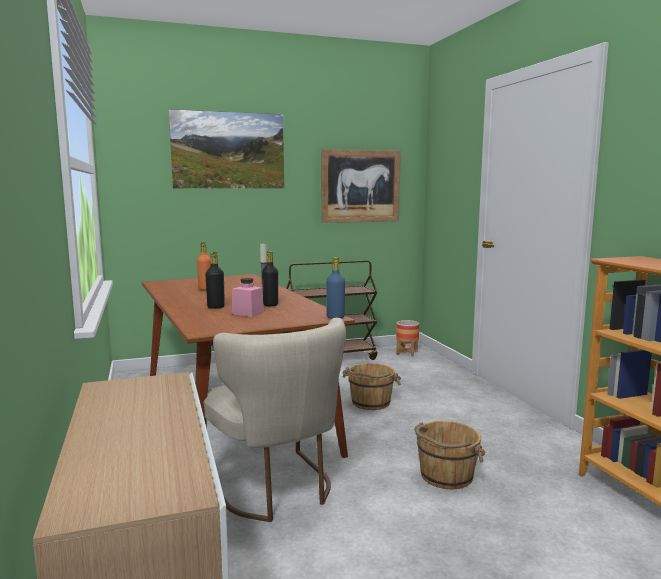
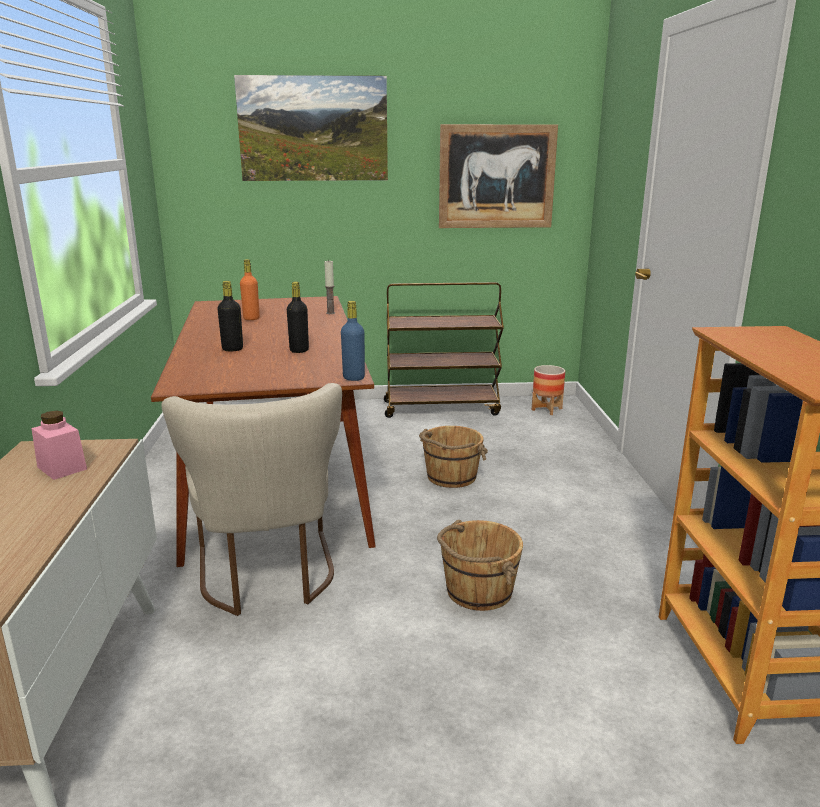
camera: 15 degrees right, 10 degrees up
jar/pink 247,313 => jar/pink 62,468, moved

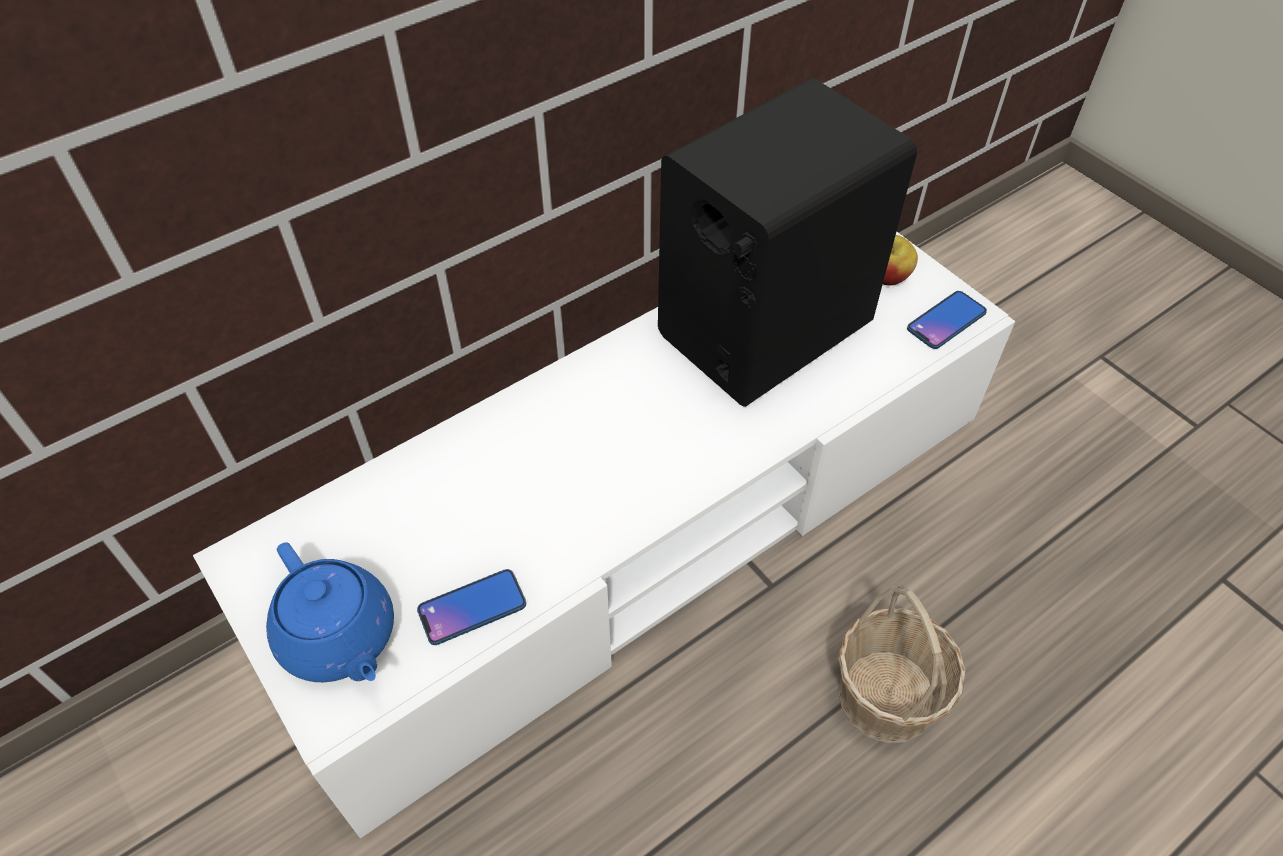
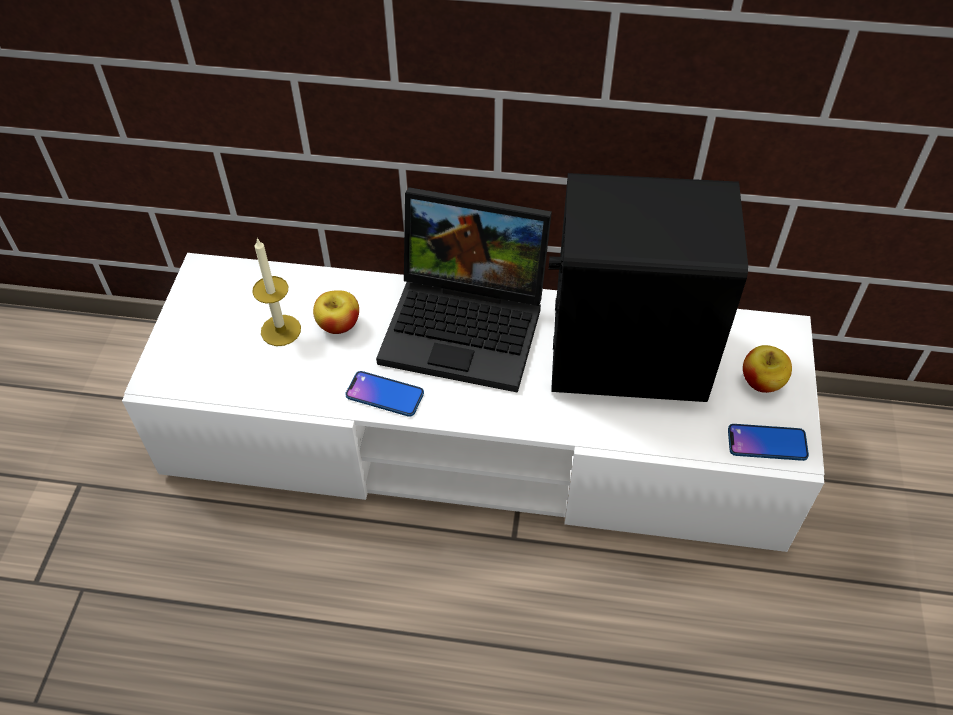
camera: 45 degrees right, 0 degrees up
teapot/blue 339,638 => nothing
phone 472,607 => phone 385,394, moved
basket 886,695 => nothing
nothing => candle 281,330
nothing => apple 338,325
nothing => laptop 469,324

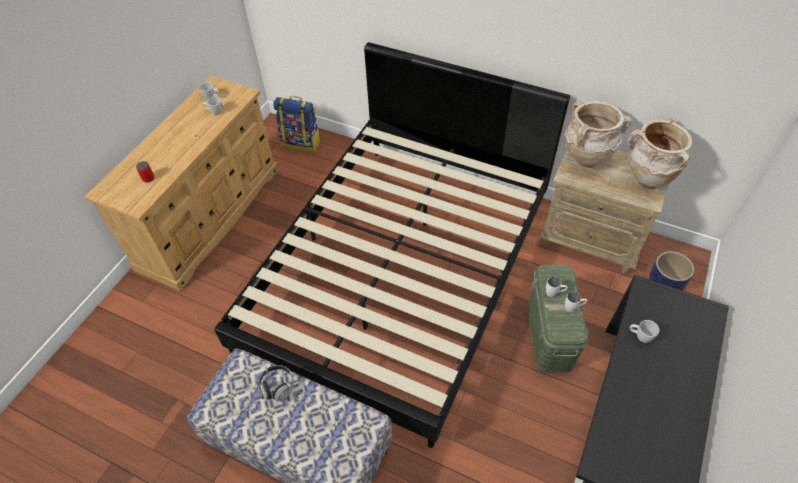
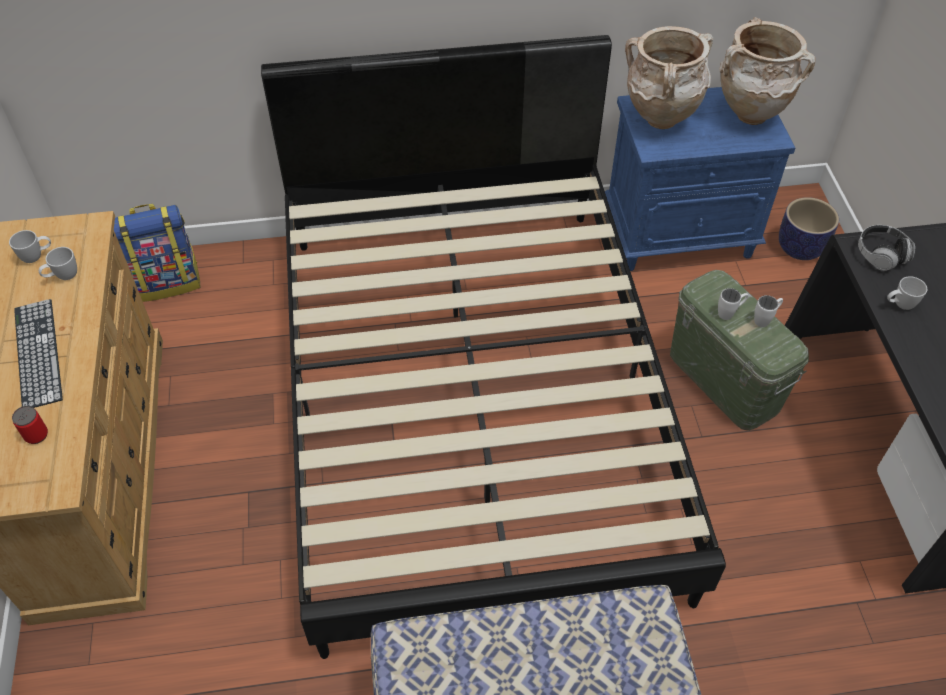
camera: 35 degrees left, 0 degrees up
headphones 277,387 => headphones 881,255, moved
nightstand/beige 591,240 => nightstand/blue 680,234
nothing => keyboard 37,353

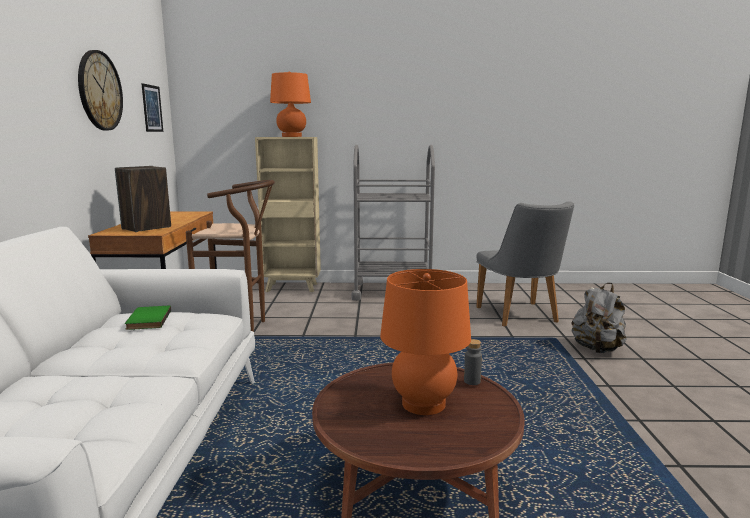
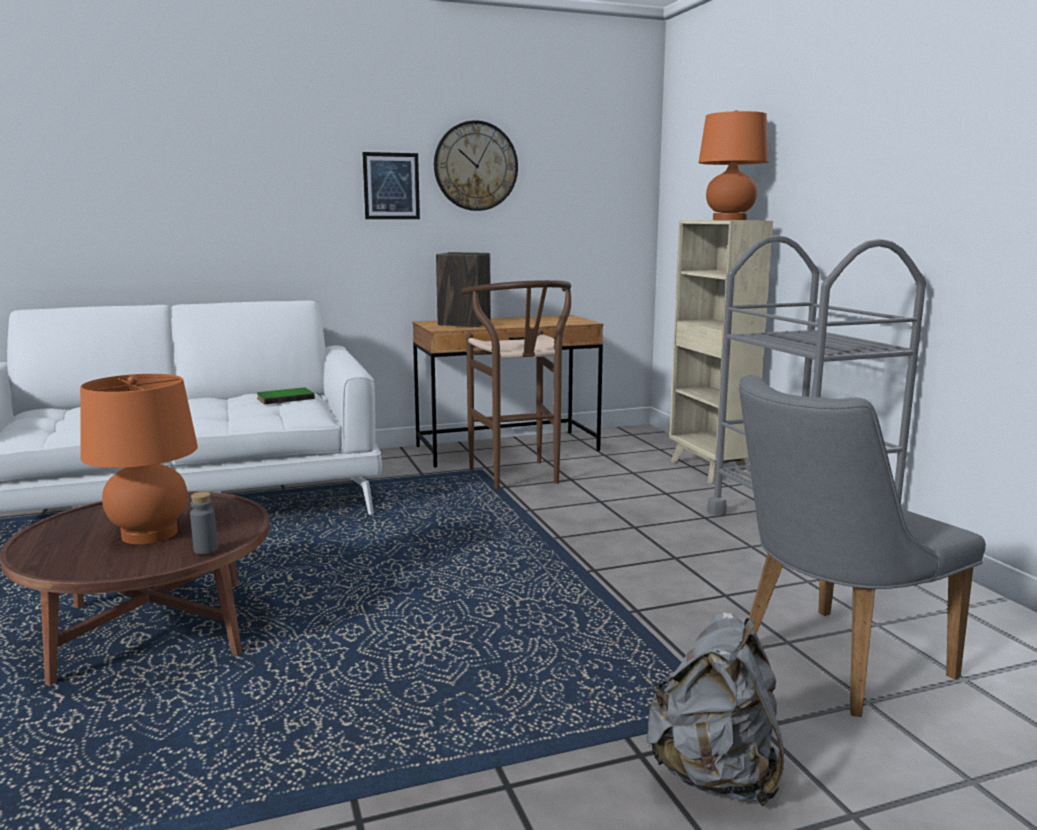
camera: 70 degrees right, 0 degrees up
picture 152,108 => picture 391,186, moved

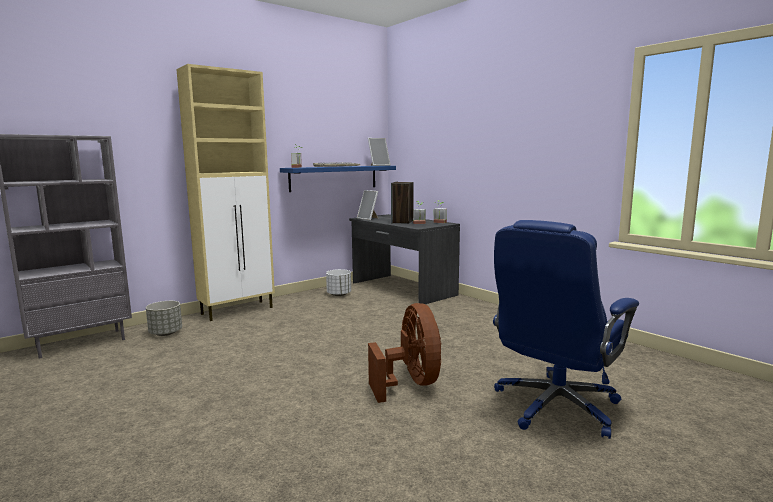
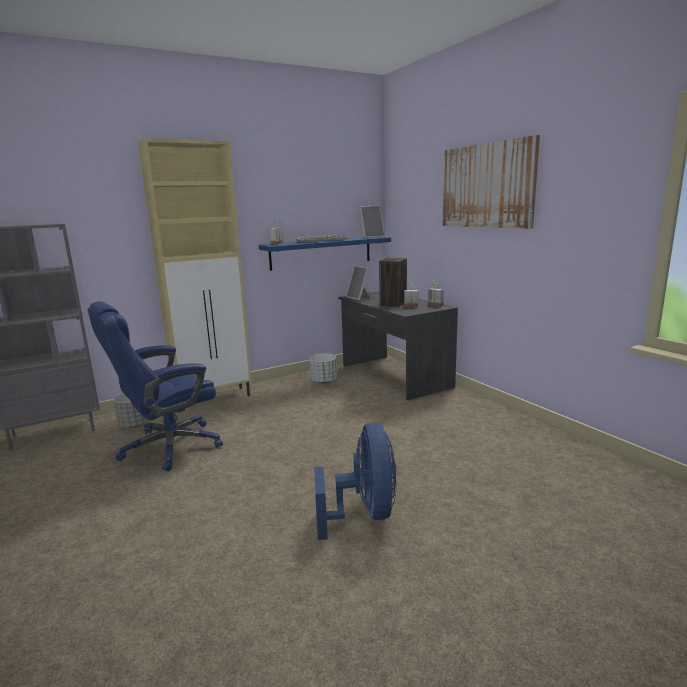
camera: 10 degrees right, 5 degrees up
fan/brown 411,384 => fan/blue 364,513
office chair/blue 555,407 => office chair/blue 169,447, moved
nothing => picture 486,186

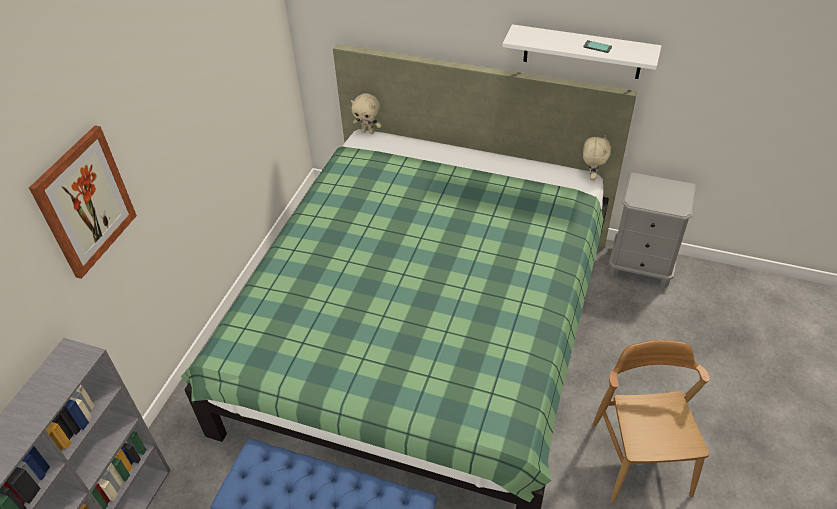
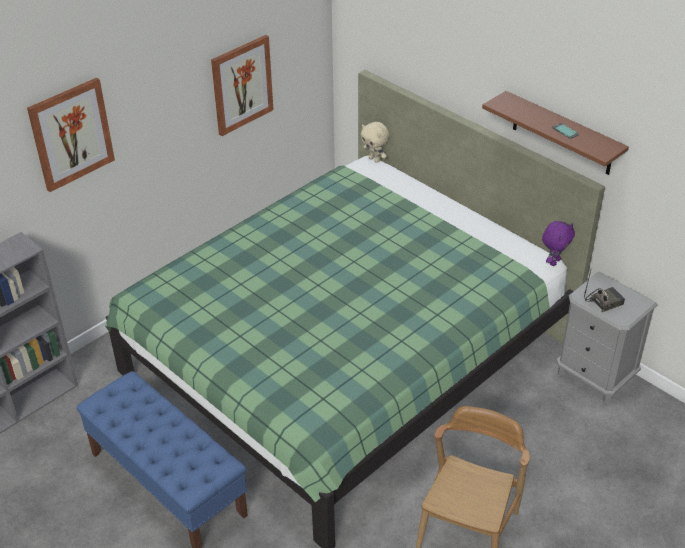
camera: 25 degrees right, 5 degrees down
shelf/white 582,52 => shelf/brown 562,134
plush toy/beige 591,176 => plush toy/purple 554,261
nothing => picture 241,85
nothing => radio 604,301

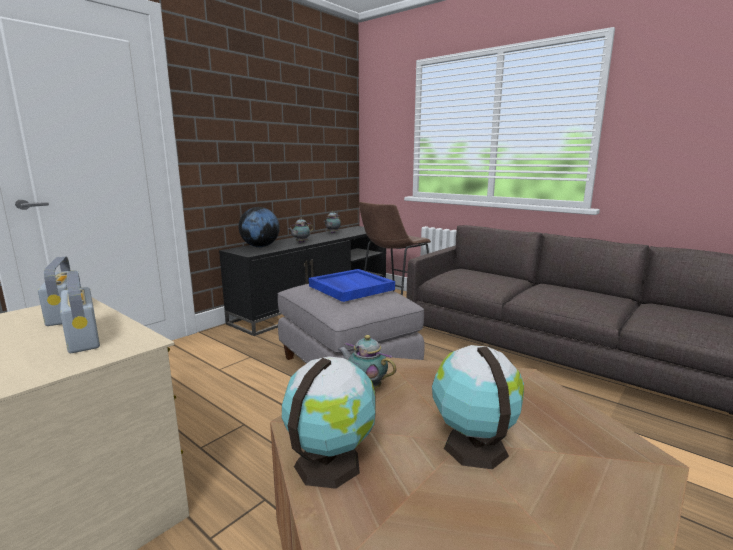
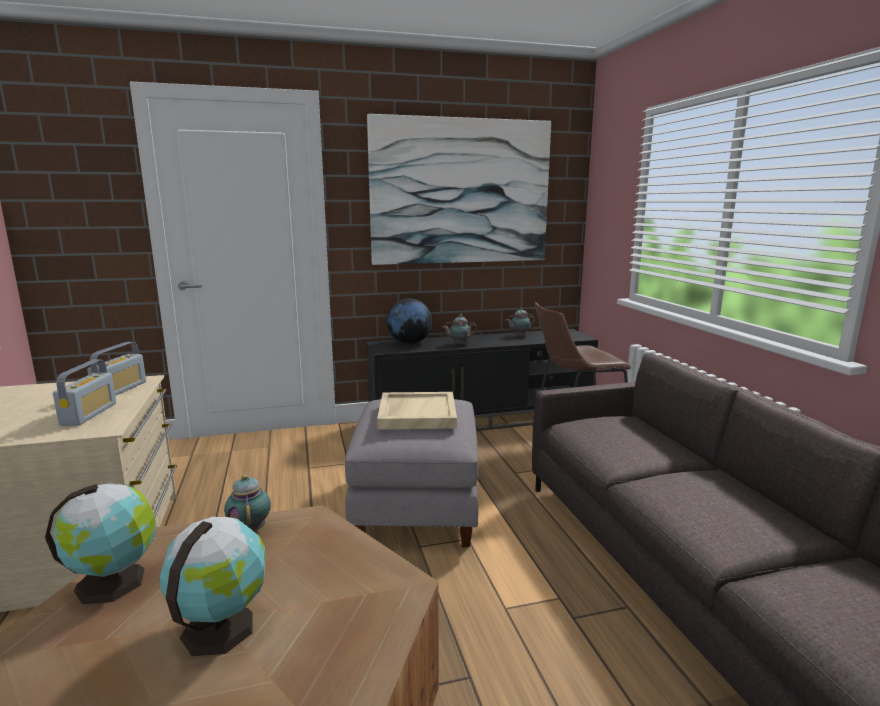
camera: 35 degrees right, 0 degrees up
tray/blue 350,288 => tray/beige 416,414
nothing => picture 461,192

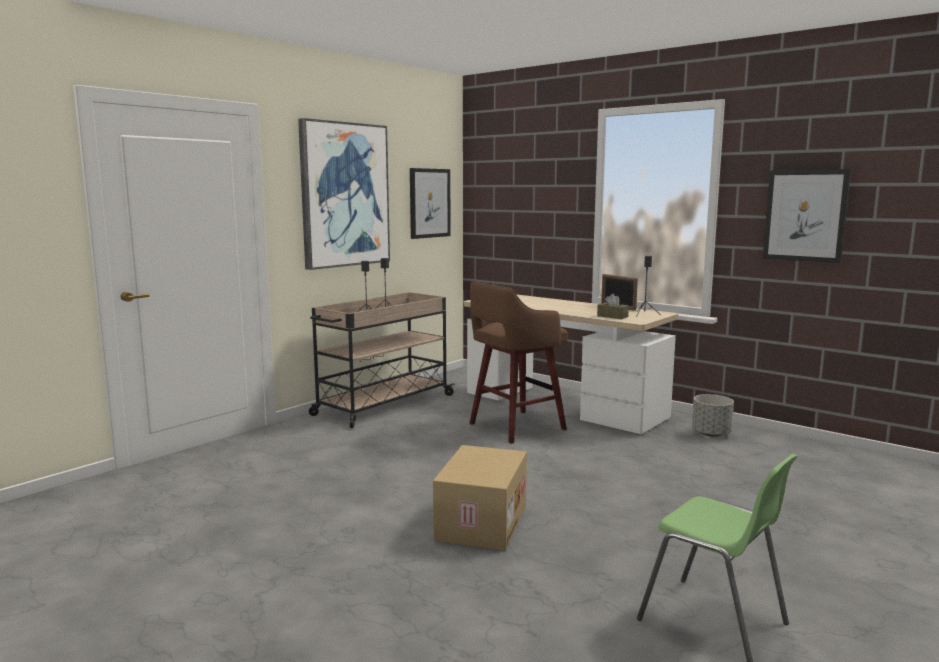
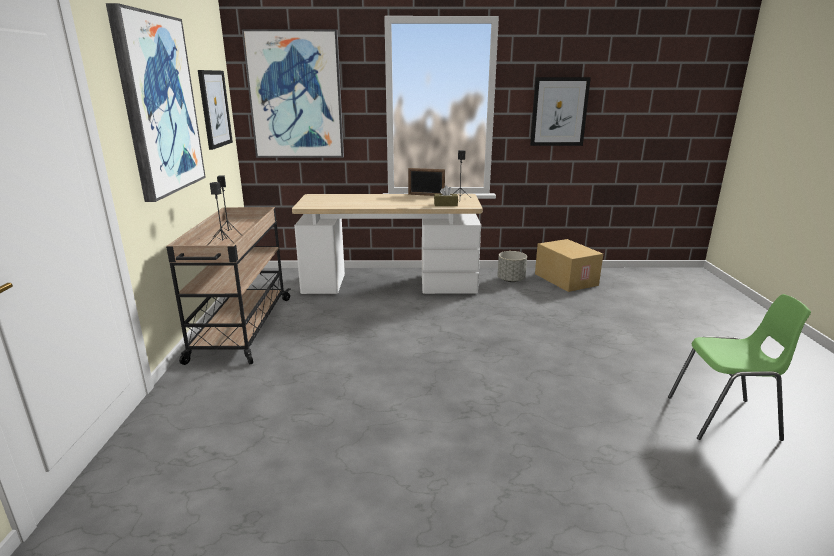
camera: 40 degrees left, 10 degrees up
cardboard box 480,522 => cardboard box 564,279, moved
stool/brown 514,427 => nothing
nothing => picture 296,95

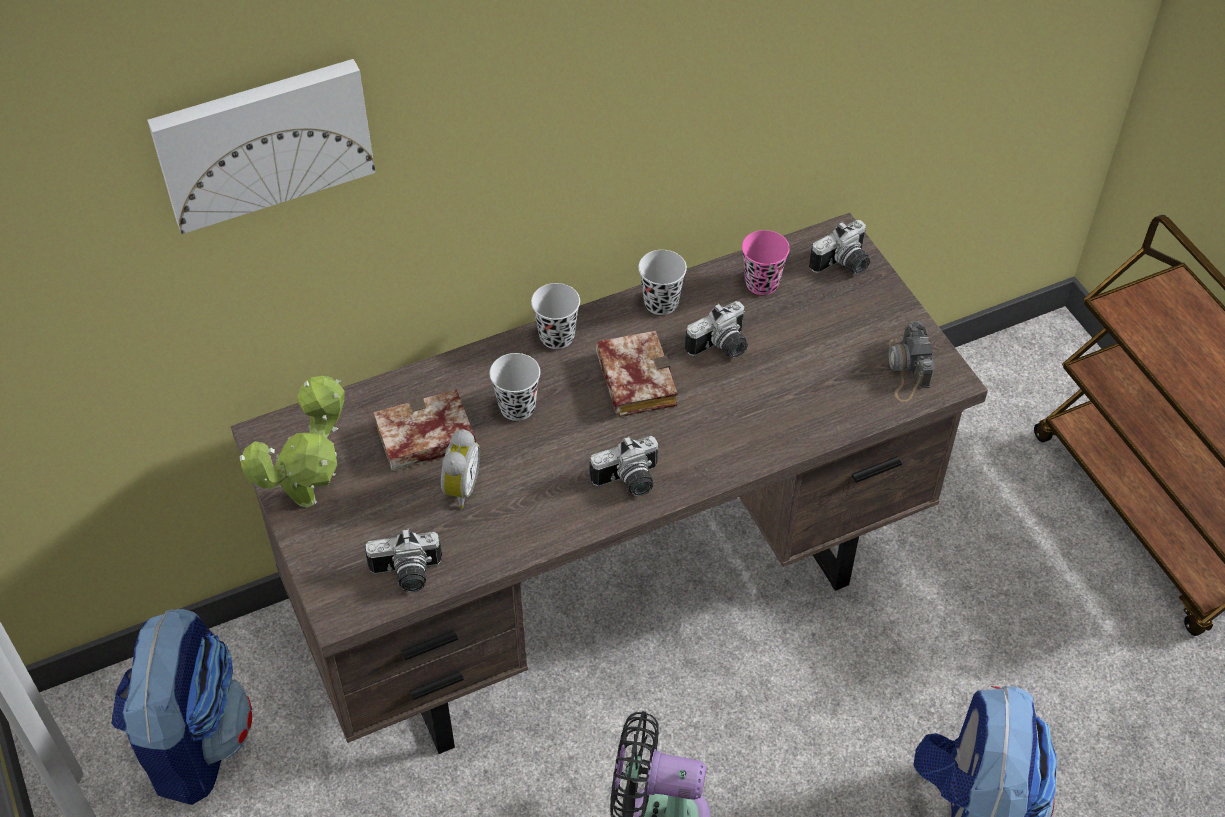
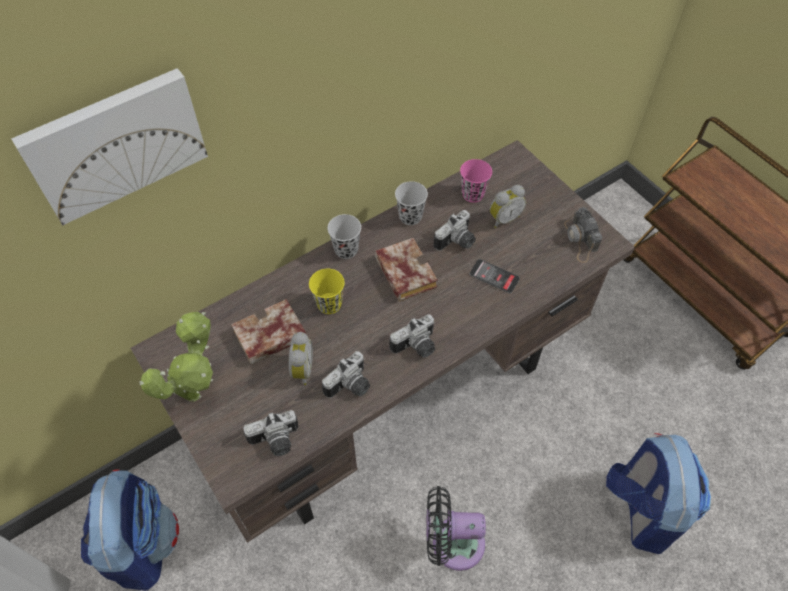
camera: 10 degrees left, 5 degrees up
cup/black 517,407 => cup/yellow 329,304
photo camera 843,265 => photo camera 351,387, moved
nothing => phone 494,276
nothing => alarm clock 503,218

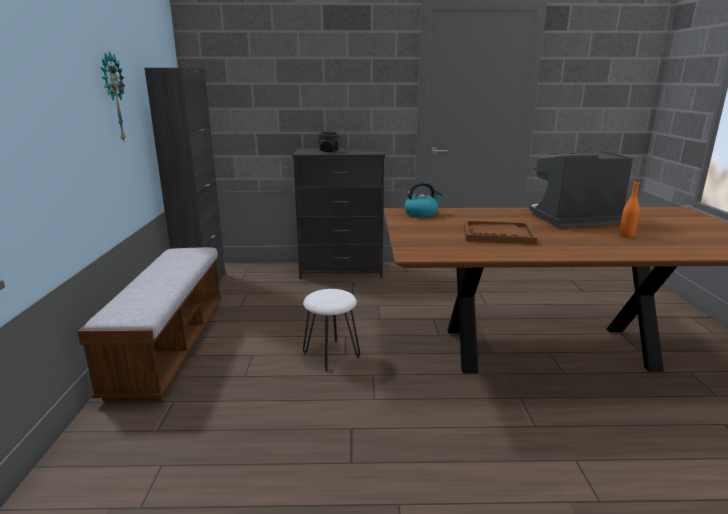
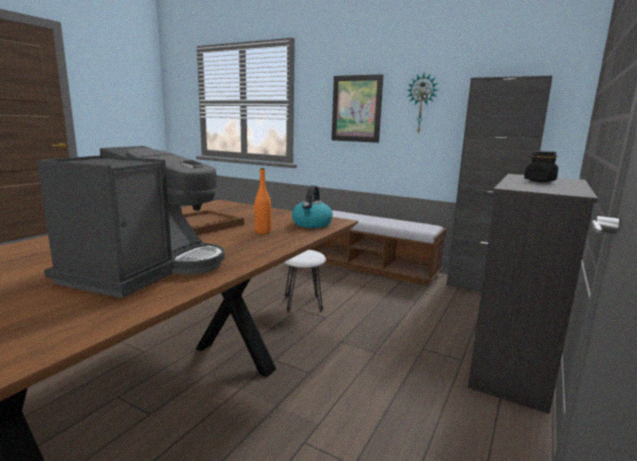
camera: 120 degrees right, 5 degrees down
bottle/orange 626,235 => bottle/orange 262,232, moved
nothing => picture 356,109

